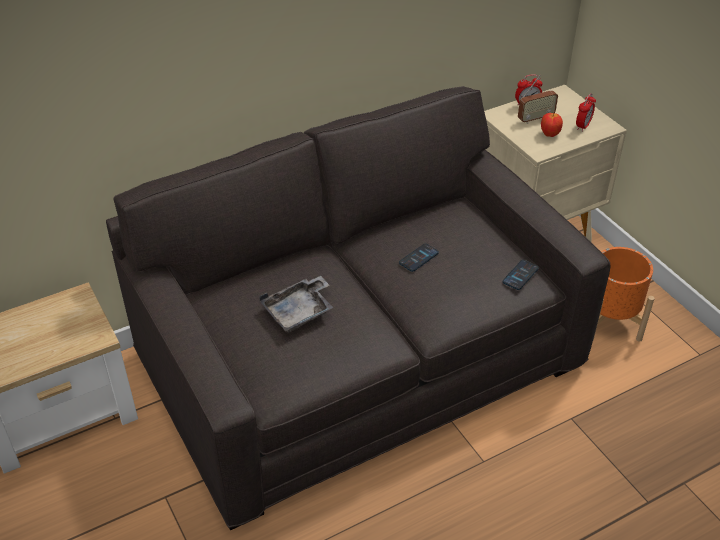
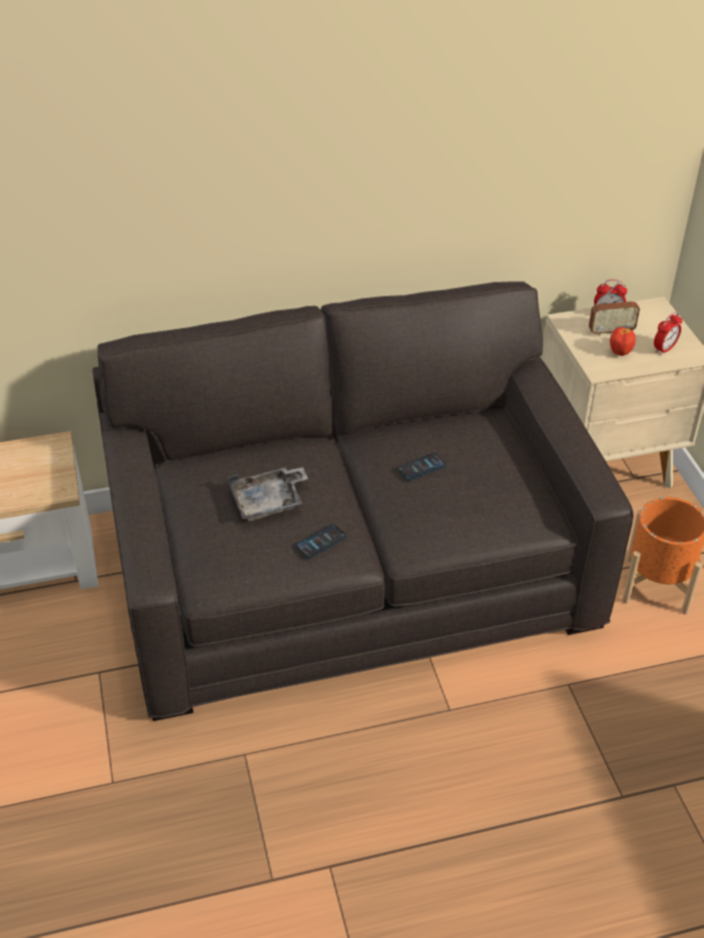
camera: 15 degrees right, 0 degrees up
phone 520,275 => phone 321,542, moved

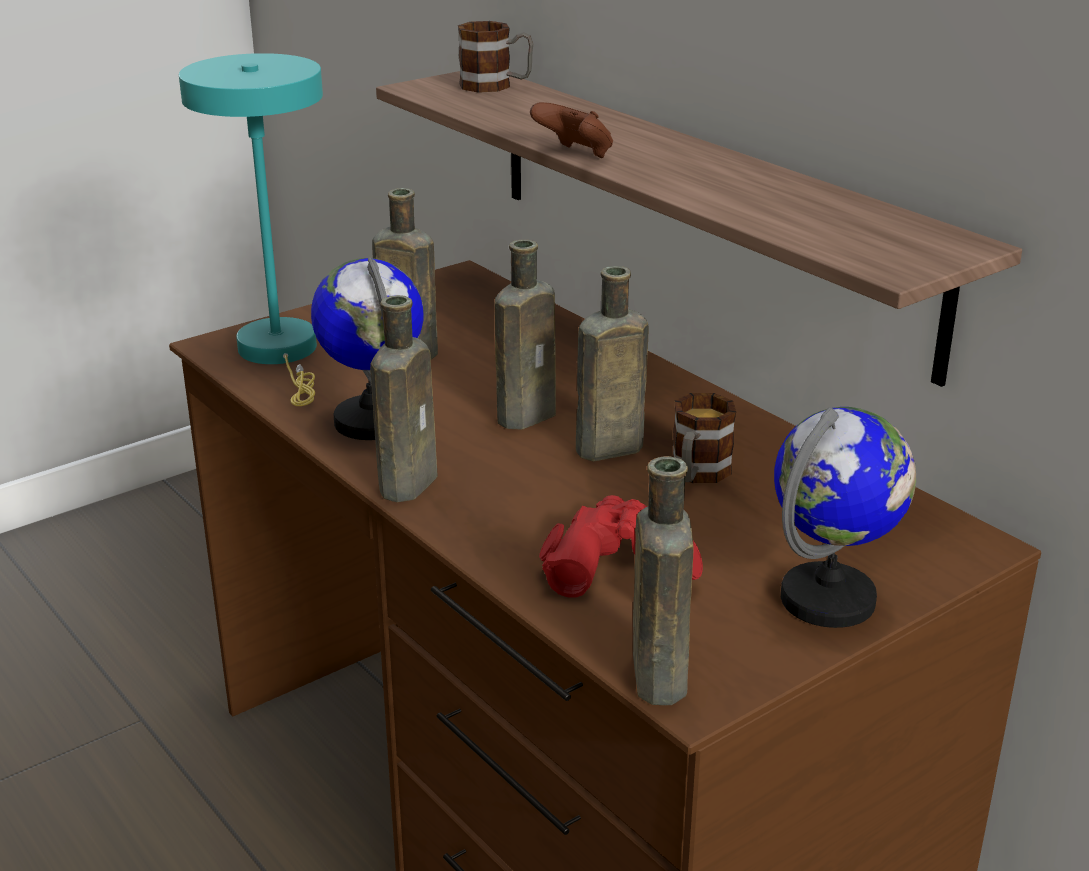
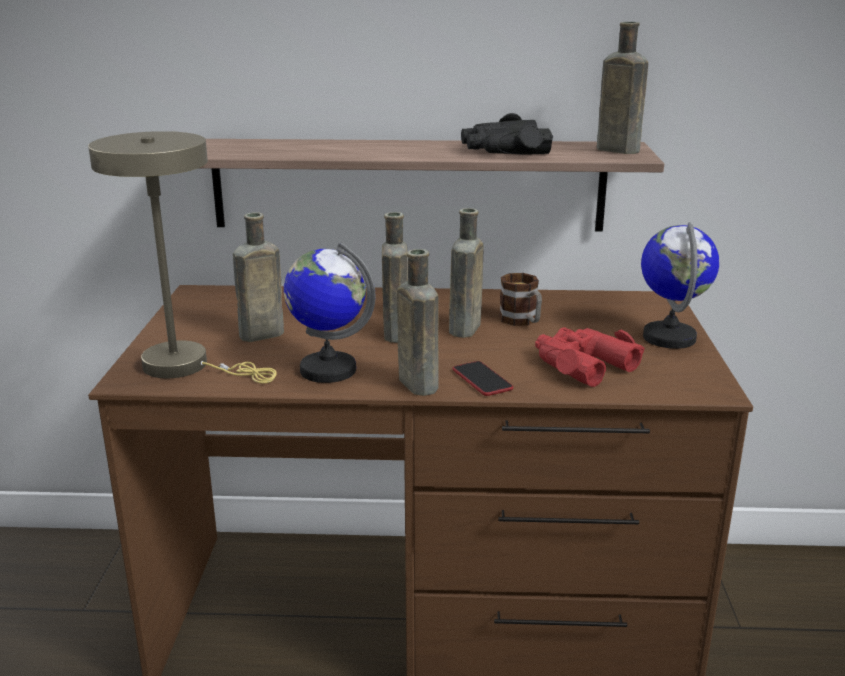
camera: 50 degrees left, 5 degrees down
table lamp/turquoise 282,354 => table lamp/beige 186,366
mug 496,86 => nothing
game controller/brown 575,155 => nothing
bottle/brown 657,673 => bottle/brown 614,149, moved
nothing => phone 482,380
nothing => binoculars/black 504,150

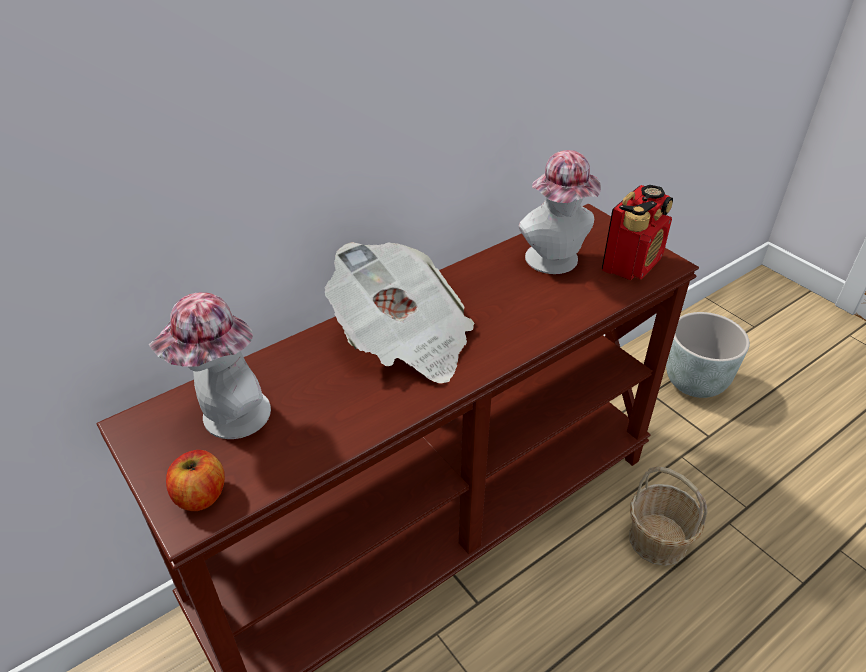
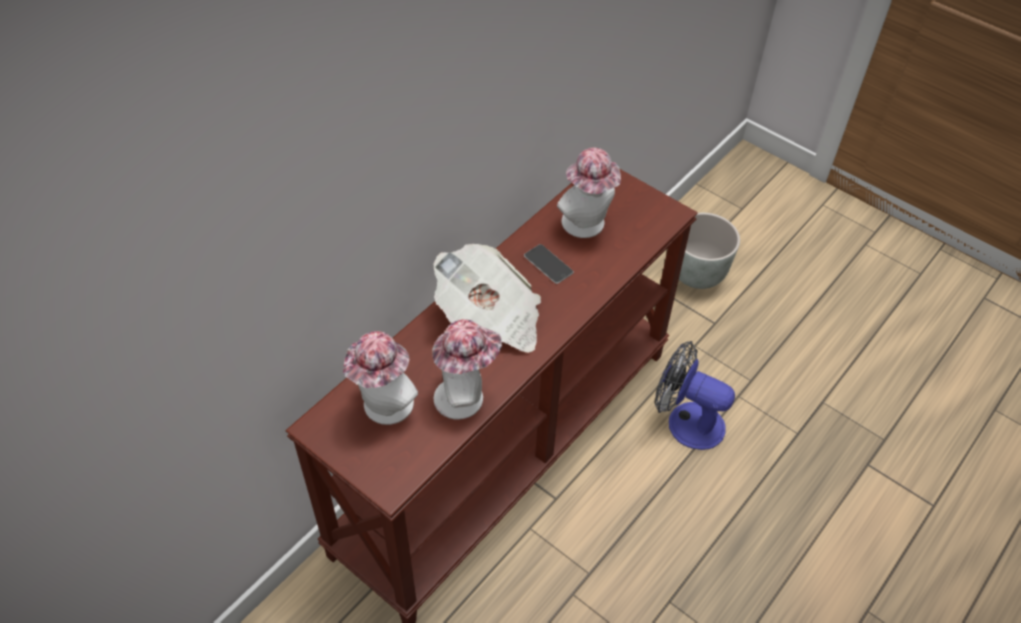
camera: 15 degrees left, 10 degrees up
apple 200,496 => nothing
radio 632,263 => nothing
basket 658,540 => fan 686,421
nothing => hat 465,397
nothing => phone 548,264

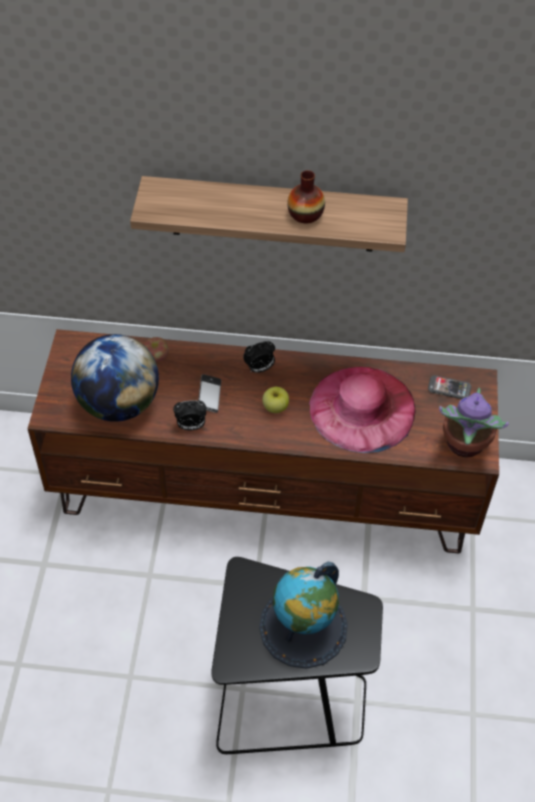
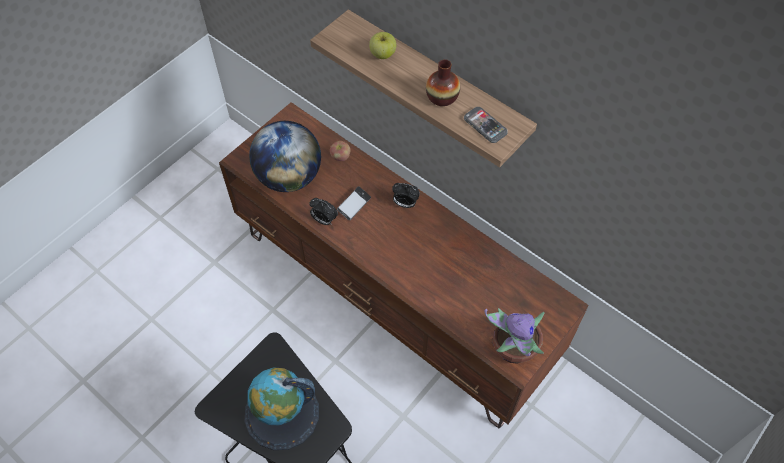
camera: 35 degrees right, 5 degrees up
apple 275,407 => apple 382,54, moved
hat/pink 362,408 => nothing
phone 449,388 => phone 485,126, moved

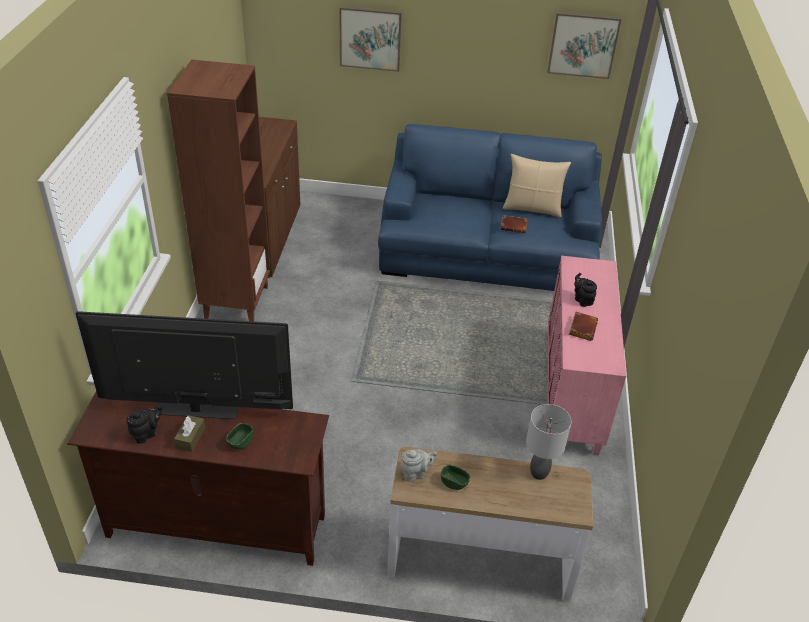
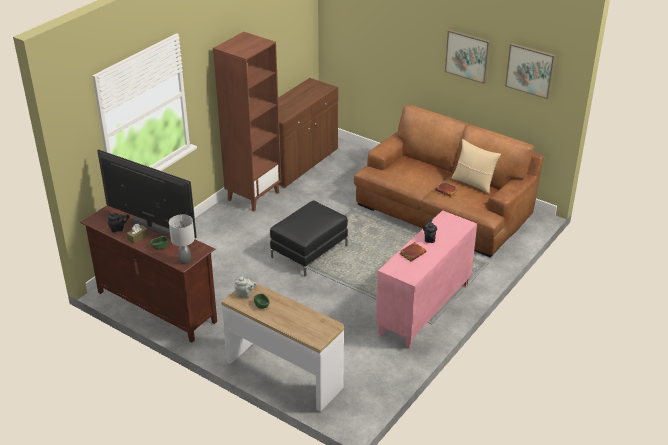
camera: 30 degrees right, 5 degrees down
picture 370,38 => picture 467,56, moved
sofa/blue 486,249 => sofa/brown 444,209
table lamp/grey 539,473 => table lamp/grey 185,261, moved
nothing => ottoman/black 309,251

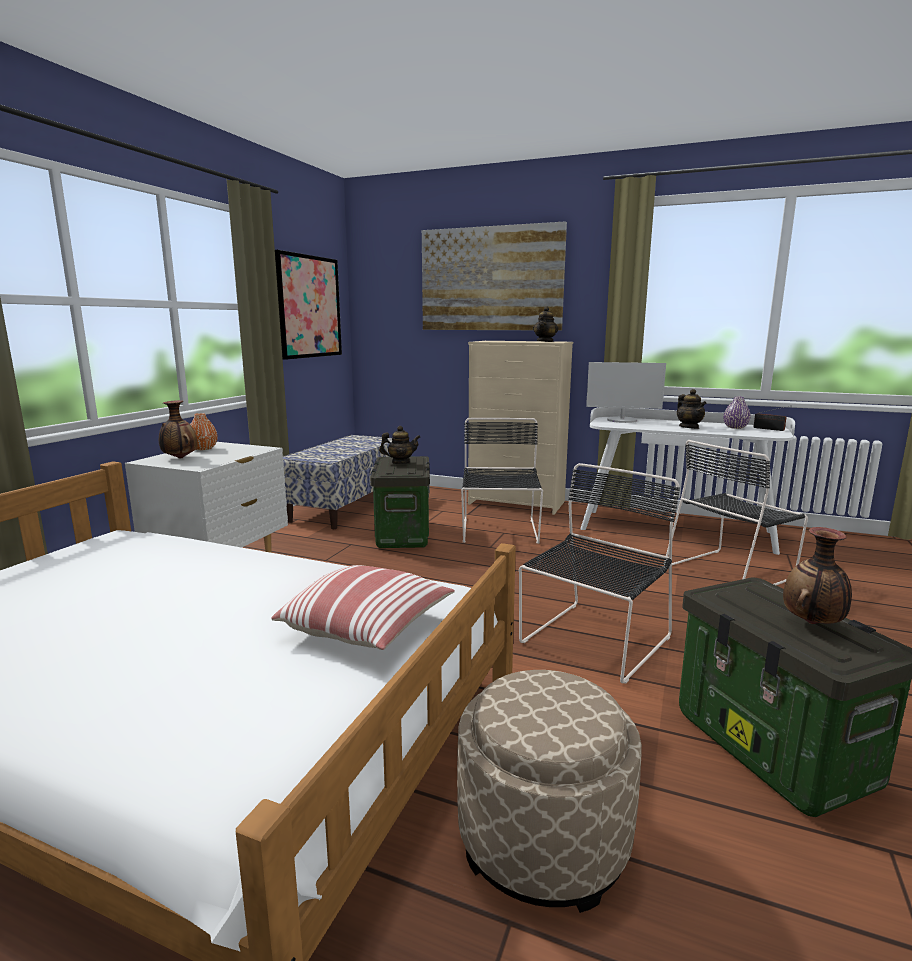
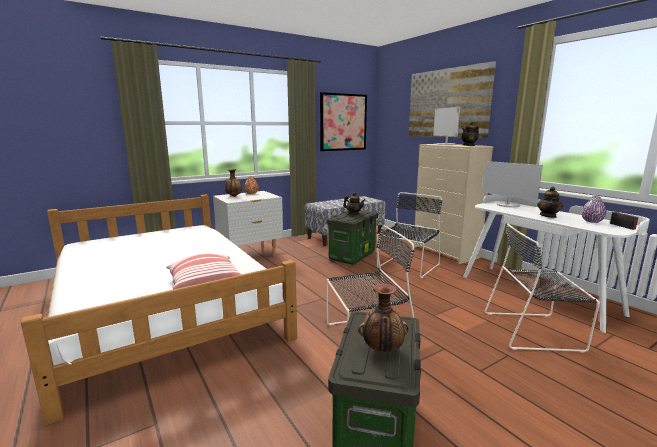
camera: 35 degrees right, 0 degrees up
ottoman/beige 542,839 => nothing
nothing => monitor 445,144

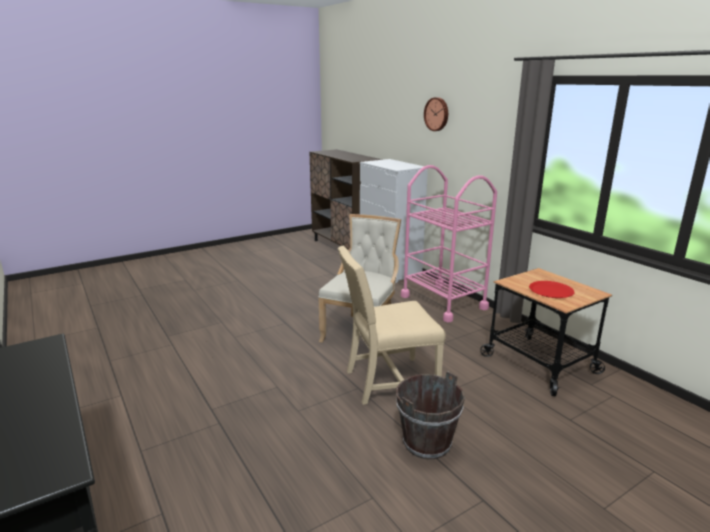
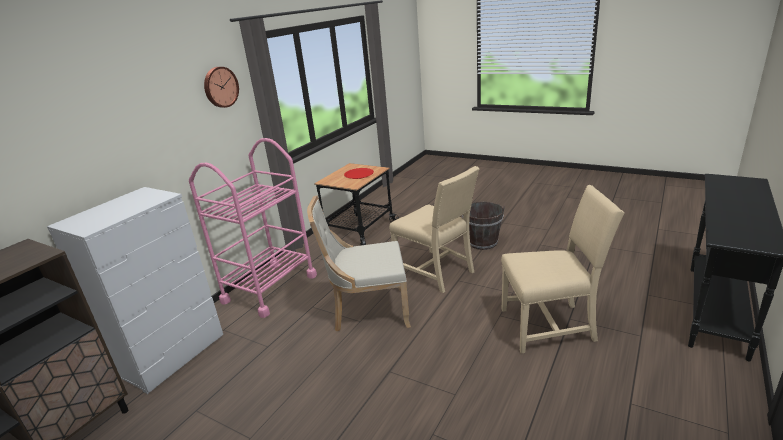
camera: 115 degrees left, 5 degrees up
wall clock 437,114 => wall clock 220,87, moved
nothing => chair/beige 550,325

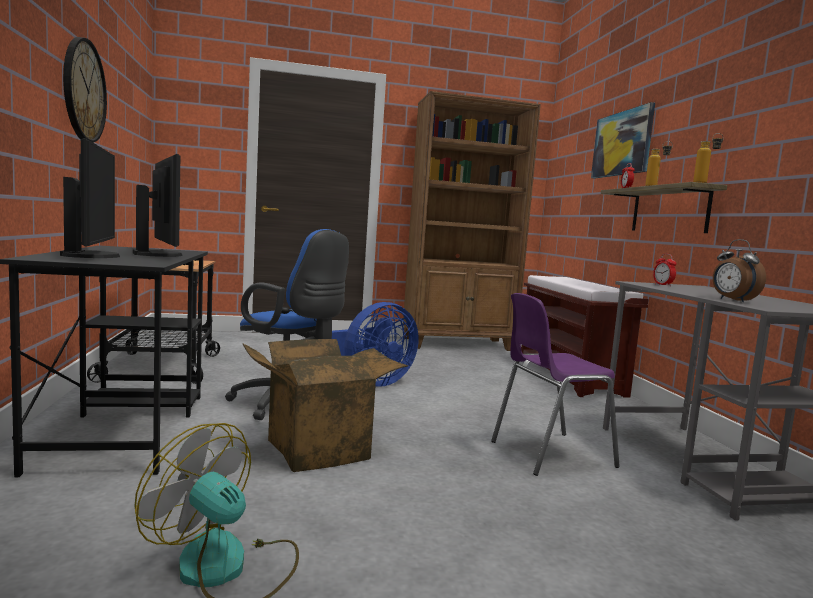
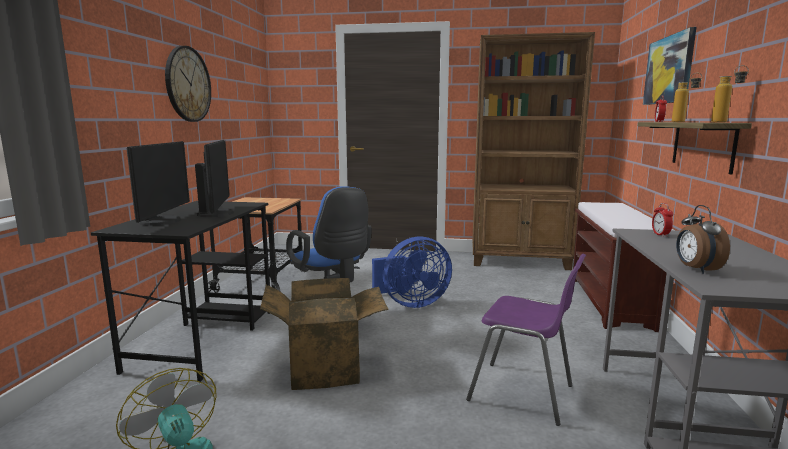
camera: 20 degrees right, 5 degrees up
chair/purple 548,453 => chair/purple 523,394, 150 degrees counterclockwise

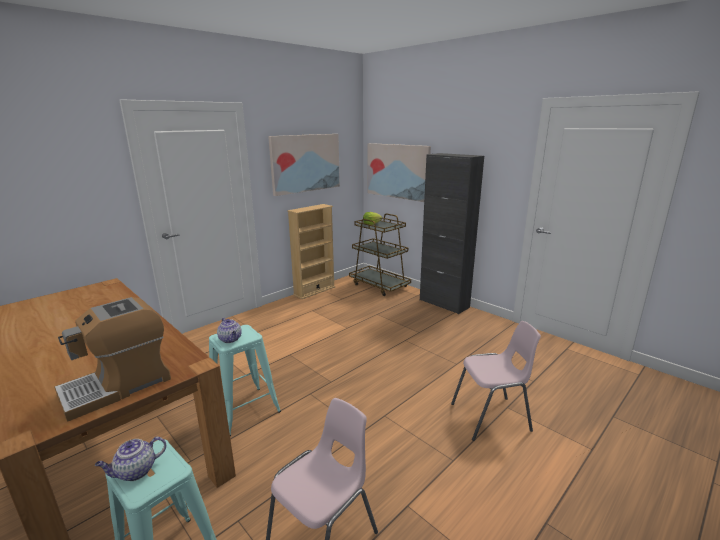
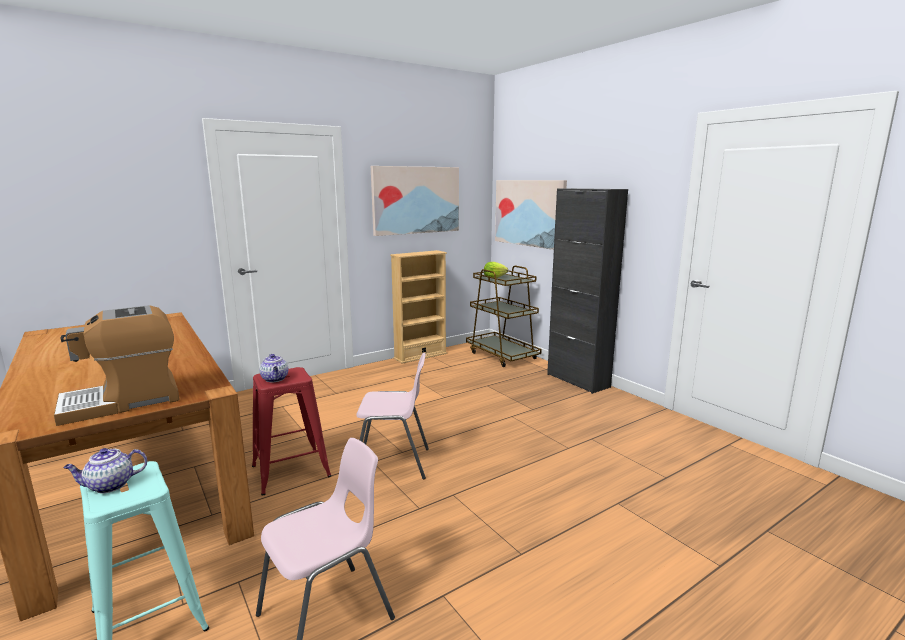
camera: 10 degrees right, 5 degrees down
stool/turquoise 245,410 => stool/red 291,471
chair/pink 491,418 => chair/pink 393,463, moved

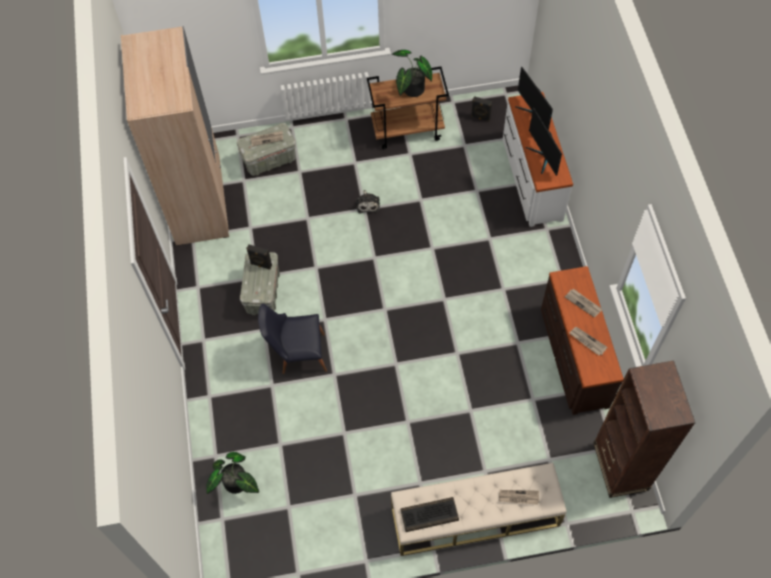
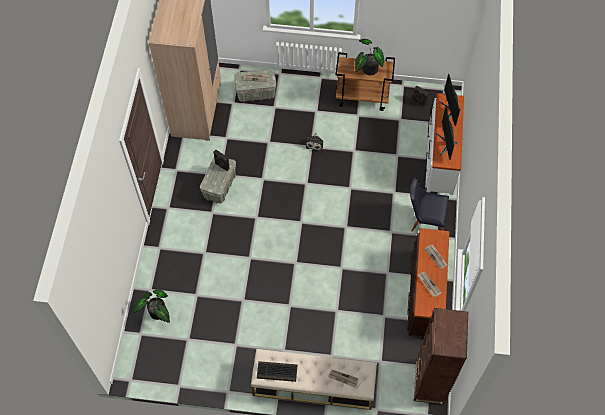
camera: 15 degrees right, 0 degrees up
chair/black 297,354 => chair/black 424,220, moved

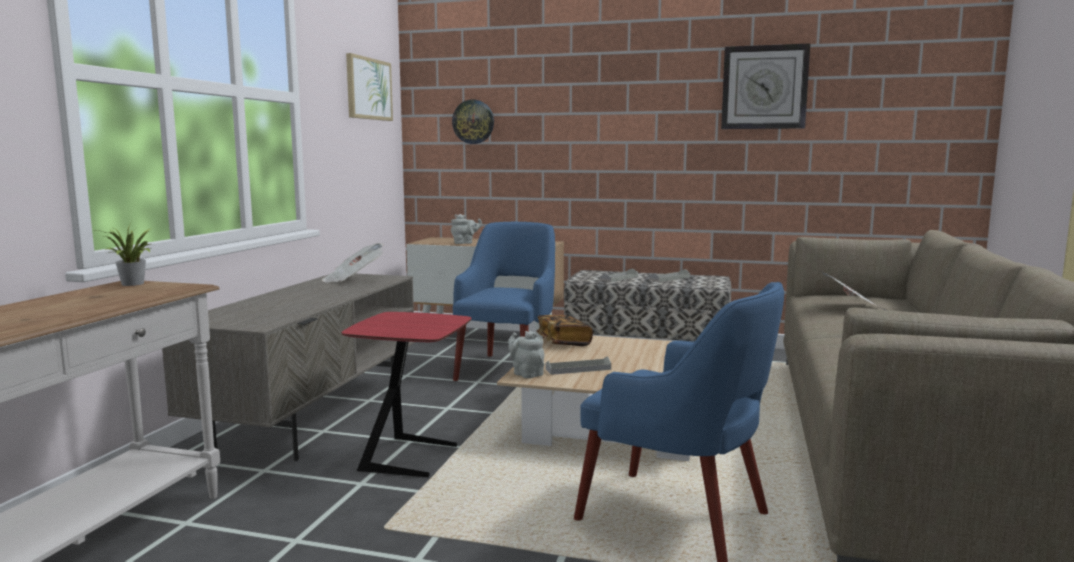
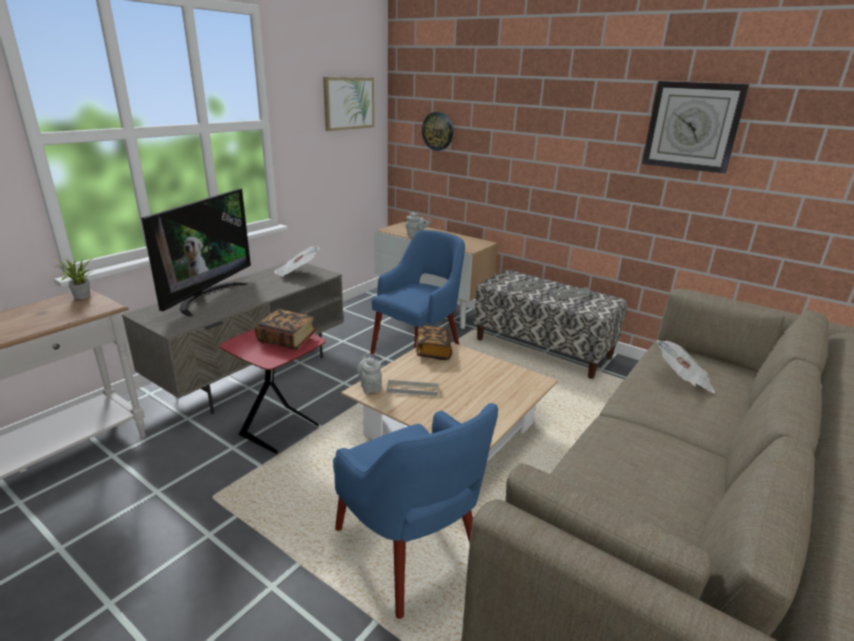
camera: 20 degrees right, 15 degrees up
nothing => television 206,297
nothing => book 287,340

